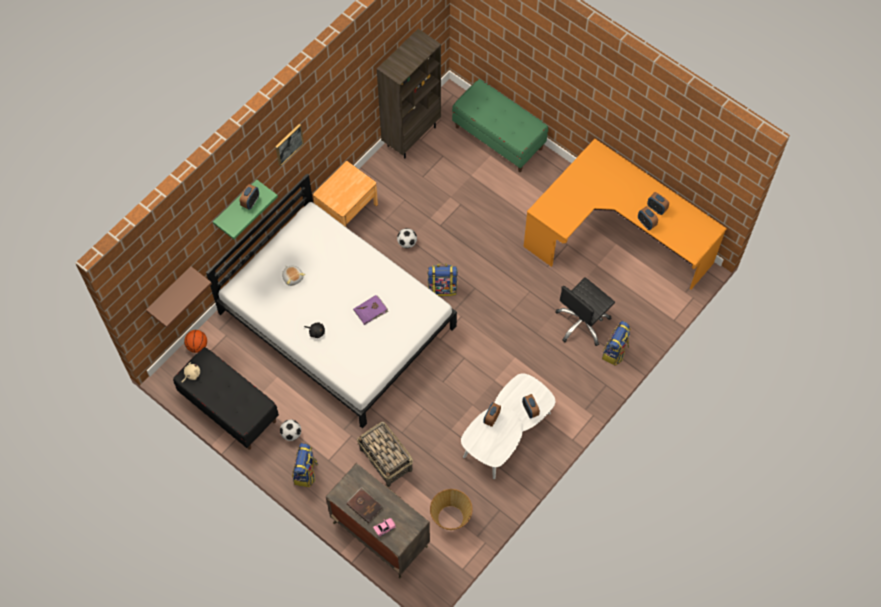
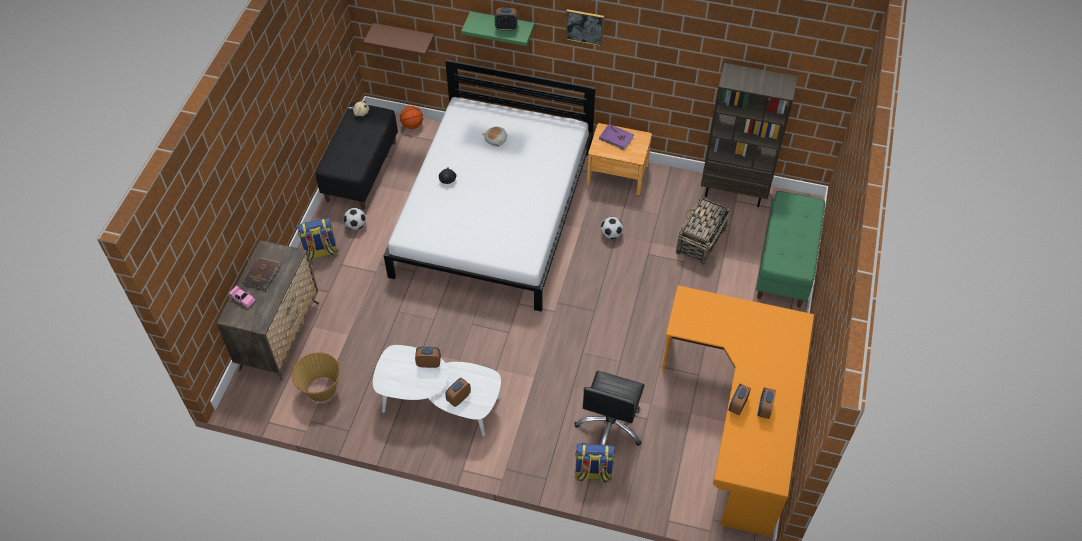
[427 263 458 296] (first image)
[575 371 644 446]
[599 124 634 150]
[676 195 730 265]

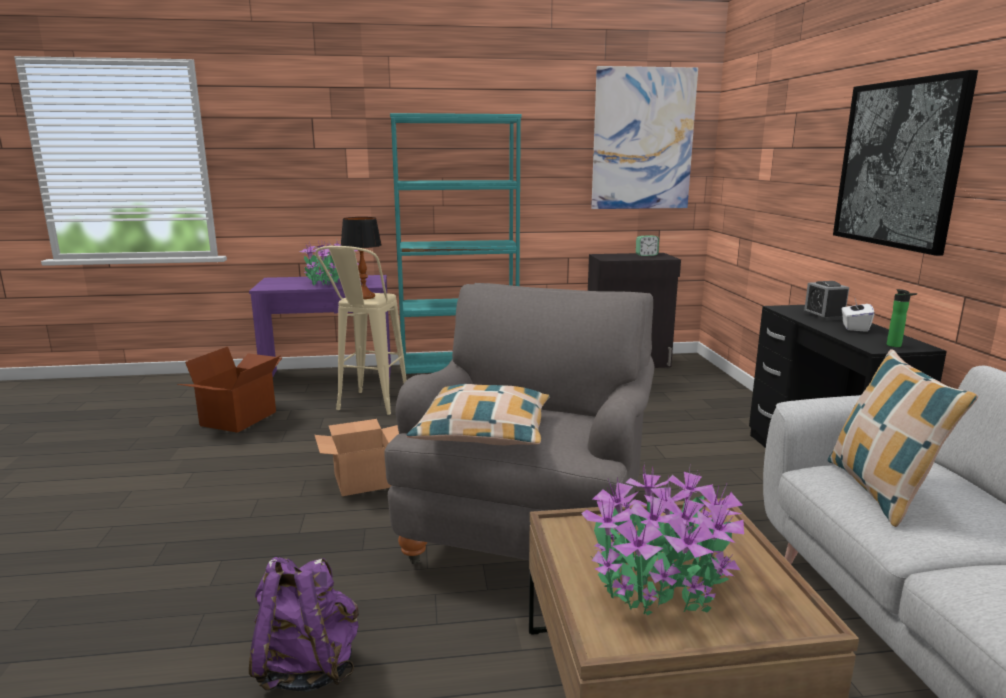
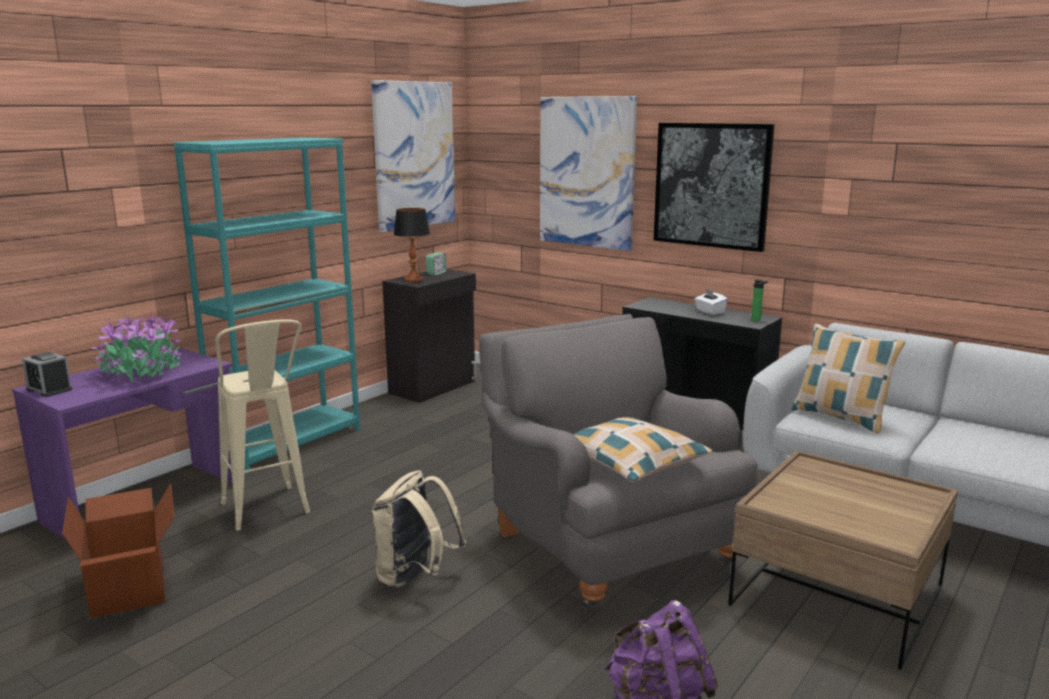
[394 208 430 282]
[22 352 72 397]
[372 470 466 589]
[581 465 744 615] (first image)
[540 96 637 251]

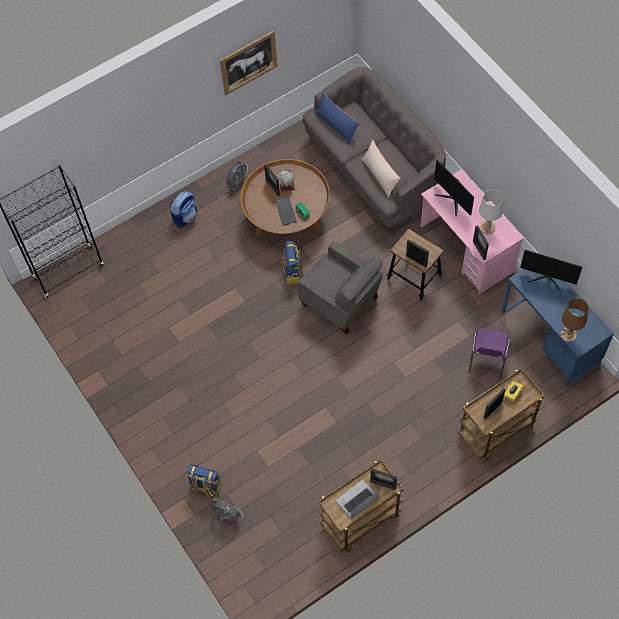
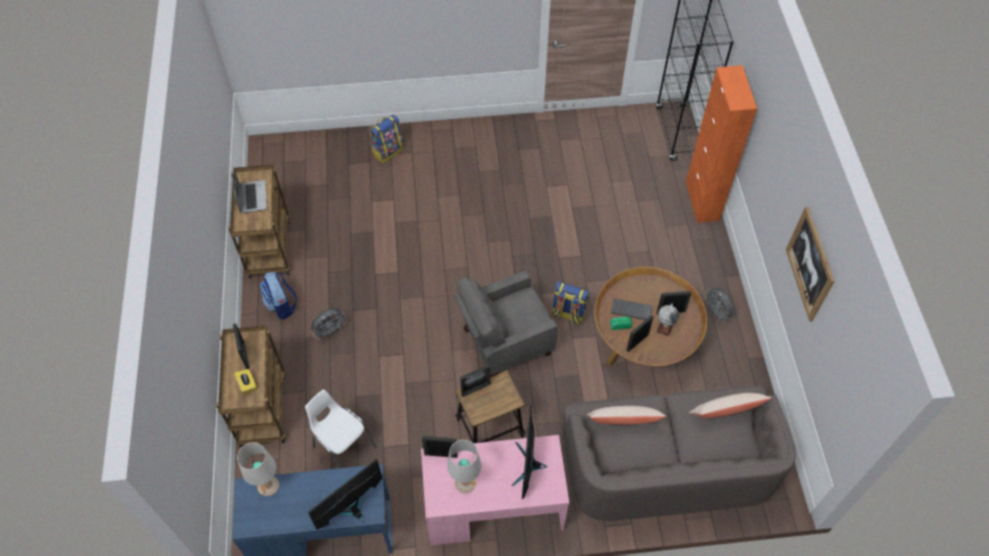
[689 393 772 418]
[511 405 547 499]
[260 272 297 319]
[237 443 279 496]
[305 390 376 468]
[626 315 653 352]
[311 308 347 339]
[686 65 757 223]

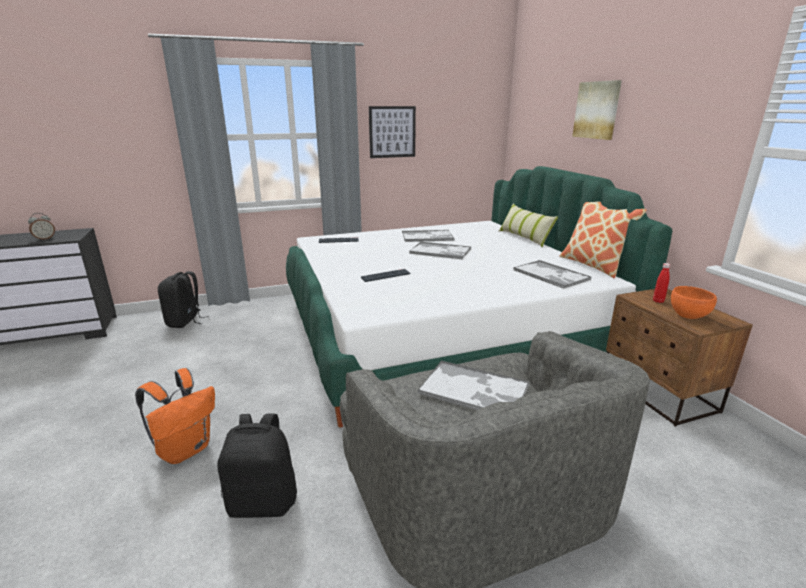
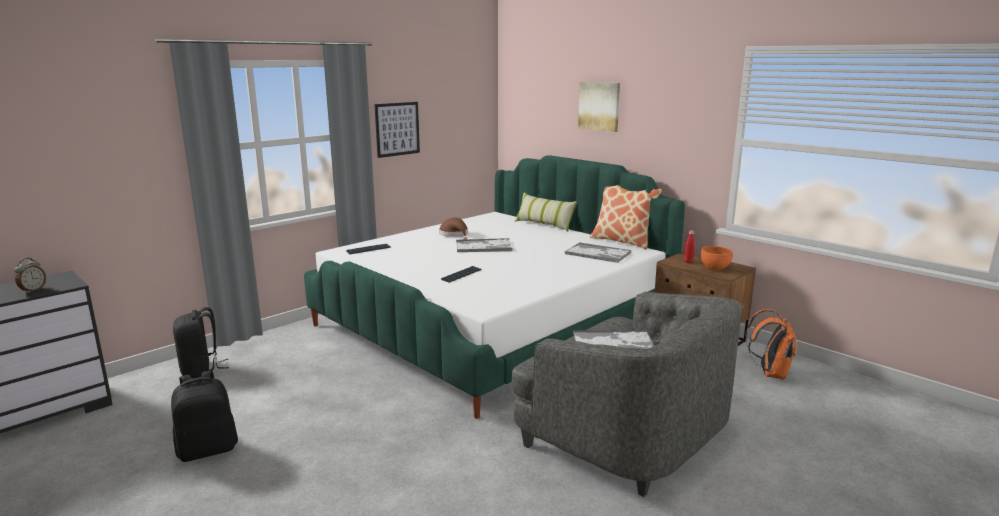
[439 217 468 240]
[745 309 797 380]
[171 371 238 462]

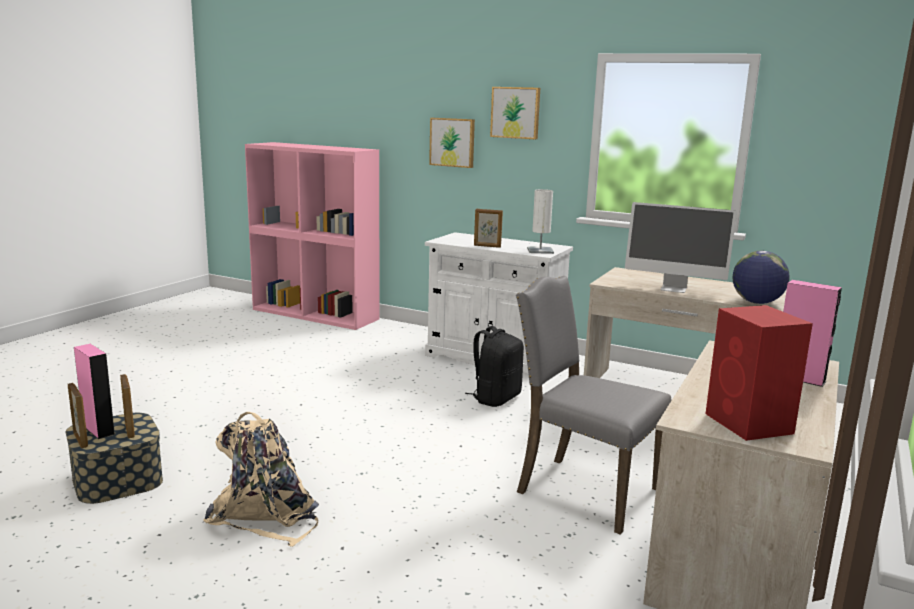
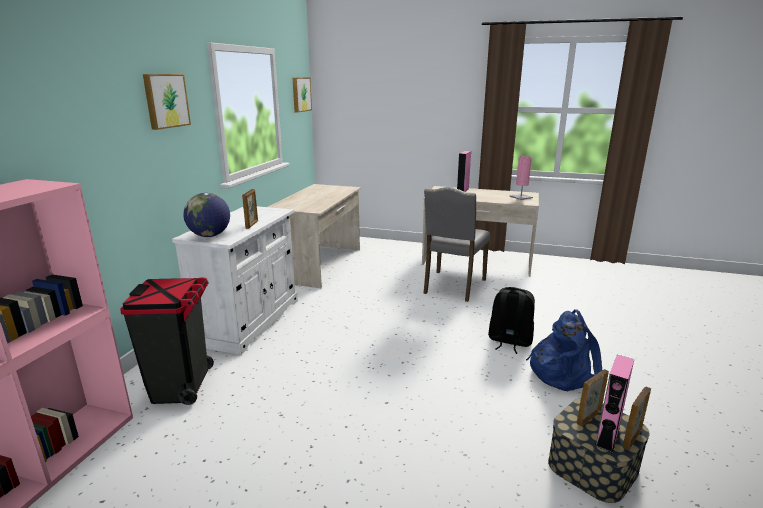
[292 77 312 112]
[527 189 554 254] (first image)
[625 202 737 293] (first image)
[183 193 230 237]
[509 156 533 200]
[488 287 535 354]
[526 310 602 391]
[120 277 214 405]

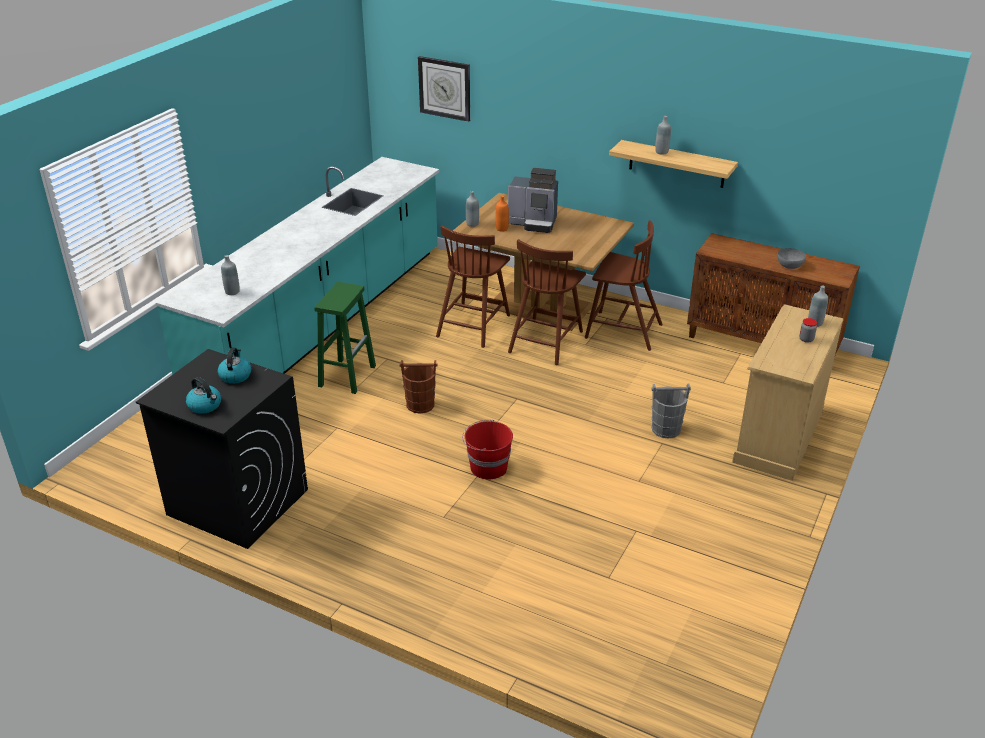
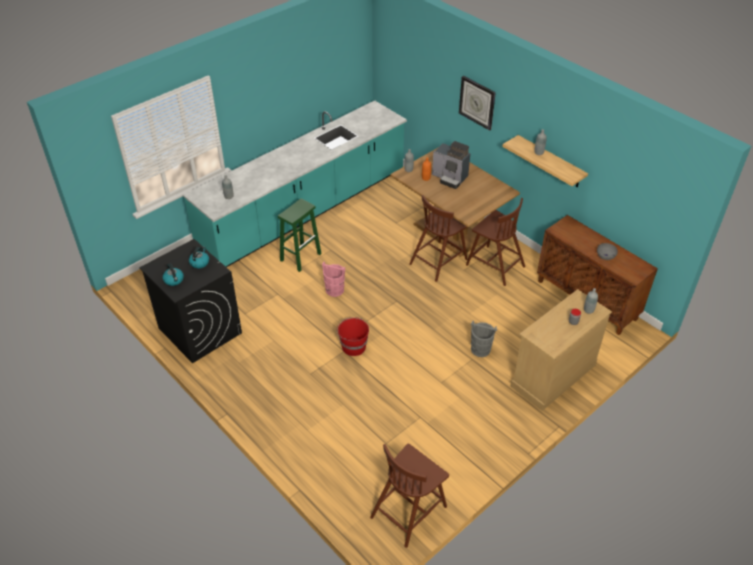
[459 76 496 131]
[370 444 449 548]
[322 262 346 297]

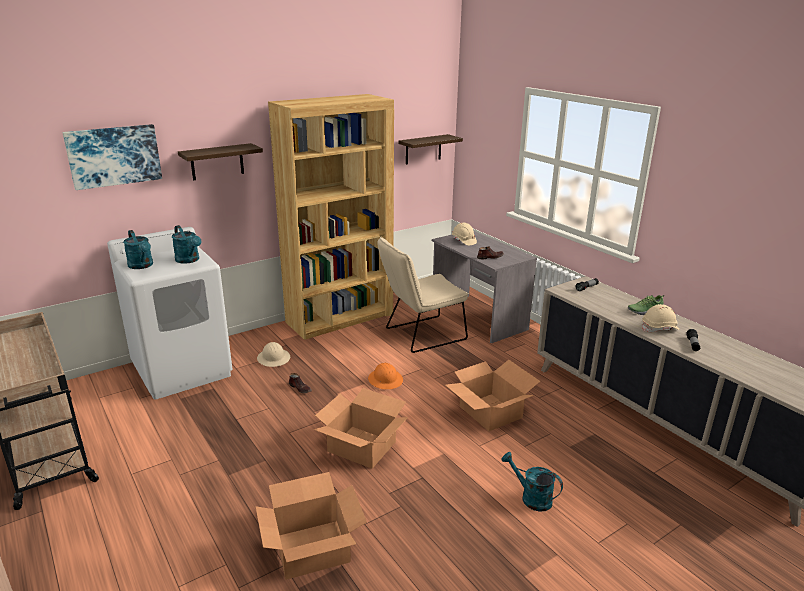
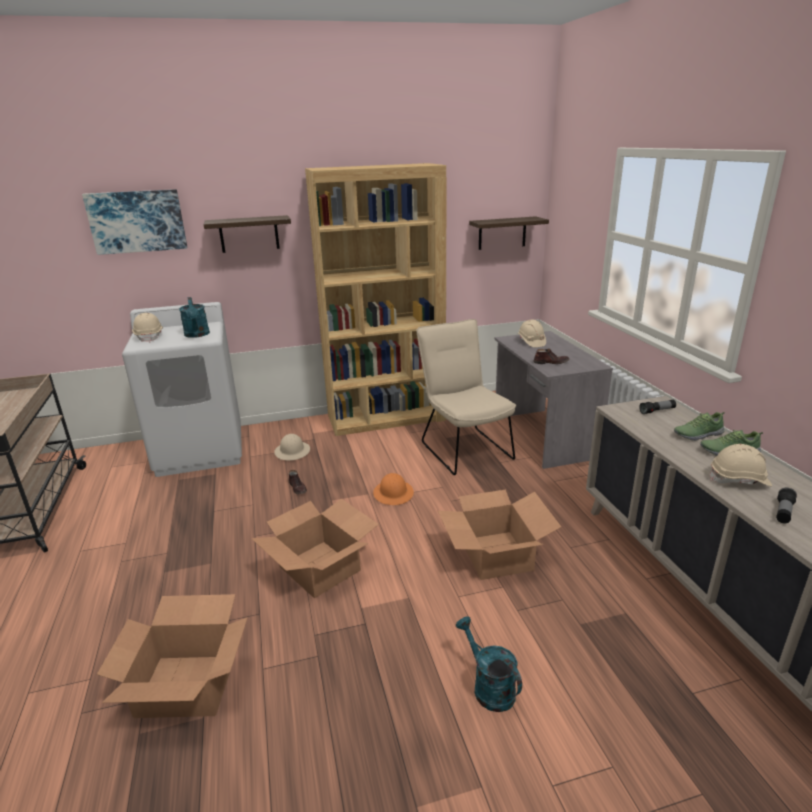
[132 313 163 342]
[416 319 516 475]
[674 412 725 441]

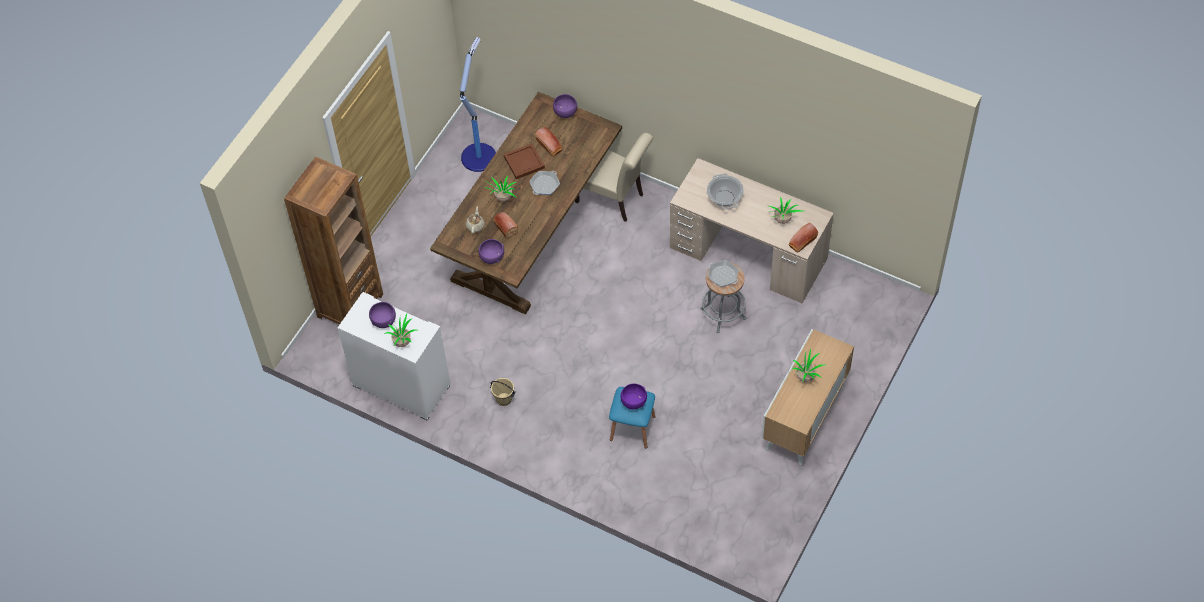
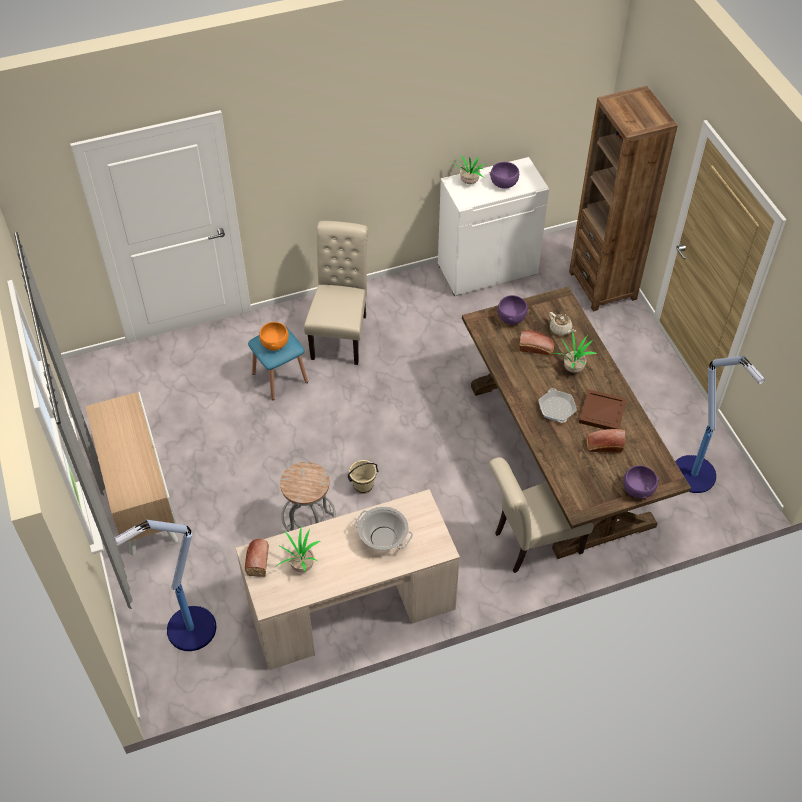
[708 260 738 287] (first image)
[792 347 825 382] (first image)
[348 460 378 494]
[259 322 289 351]
[304 221 368 365]
[114 520 216 651]

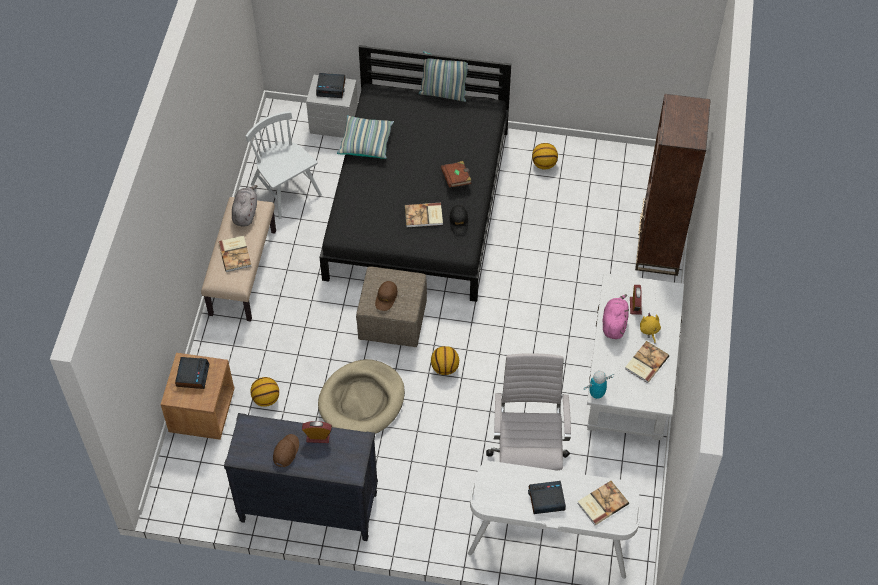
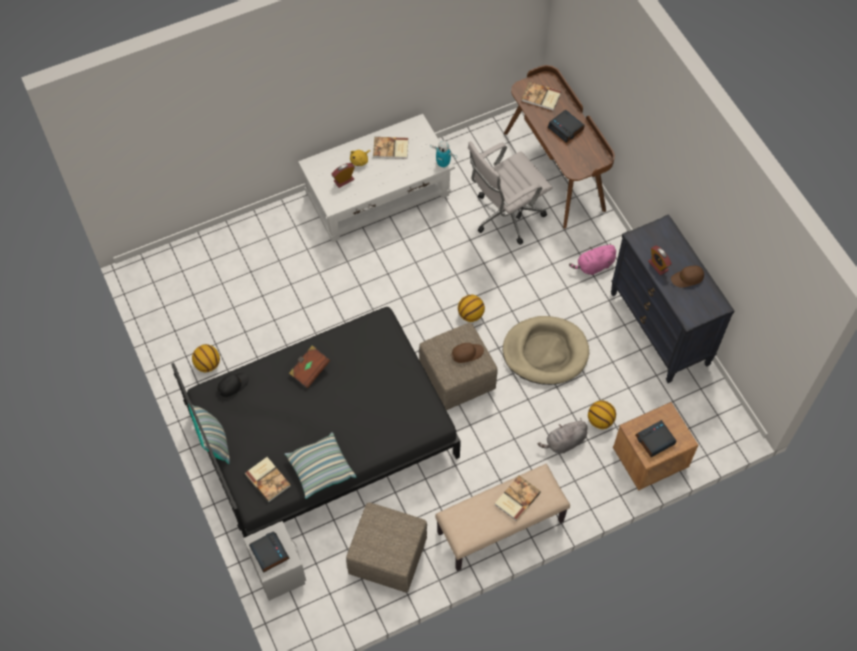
[635 94 711 276] (first image)
[346 503 427 593]
[538 418 588 454]
[245 457 291 502]
[218 373 249 397]
[569 243 616 275]
[504 65 615 228]

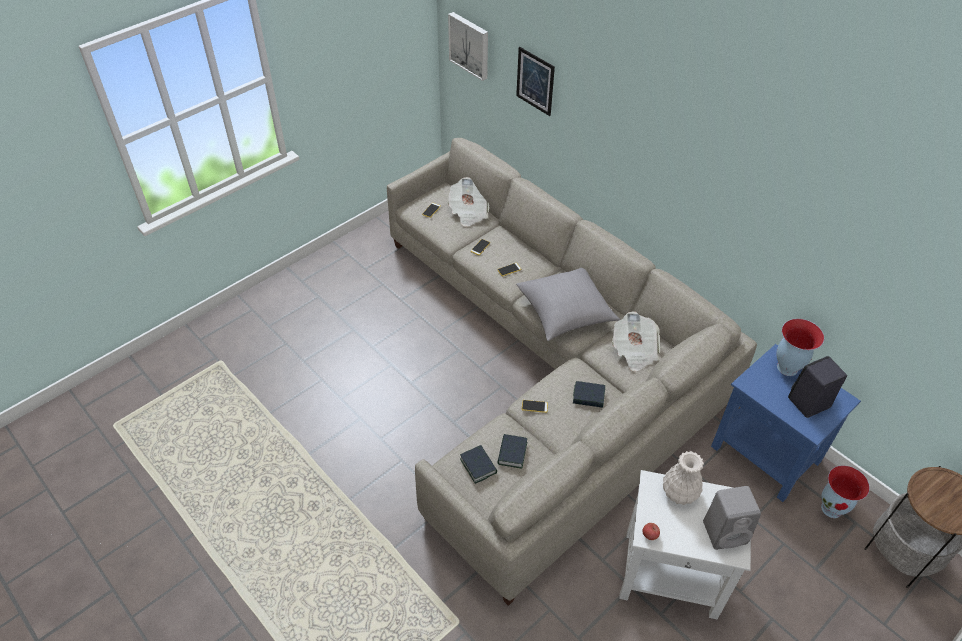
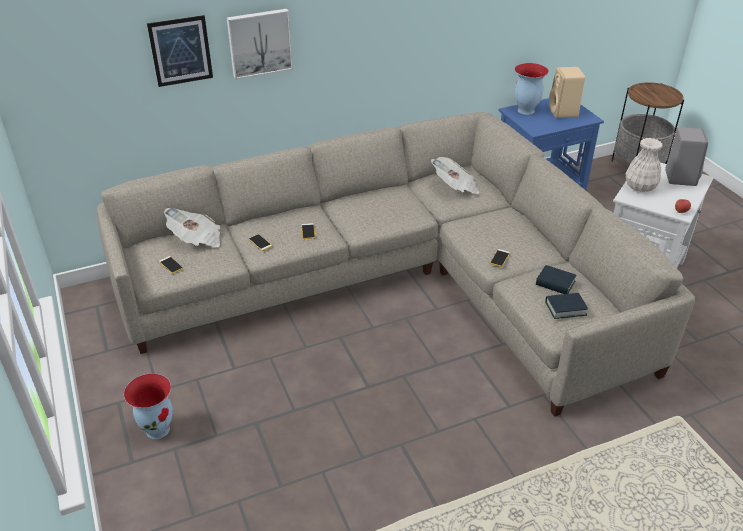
[227 9 293 80]
[516 268 620 341] (first image)
[549 67 585 118]
[573 381 605 408] (first image)
[124 373 173 439]

